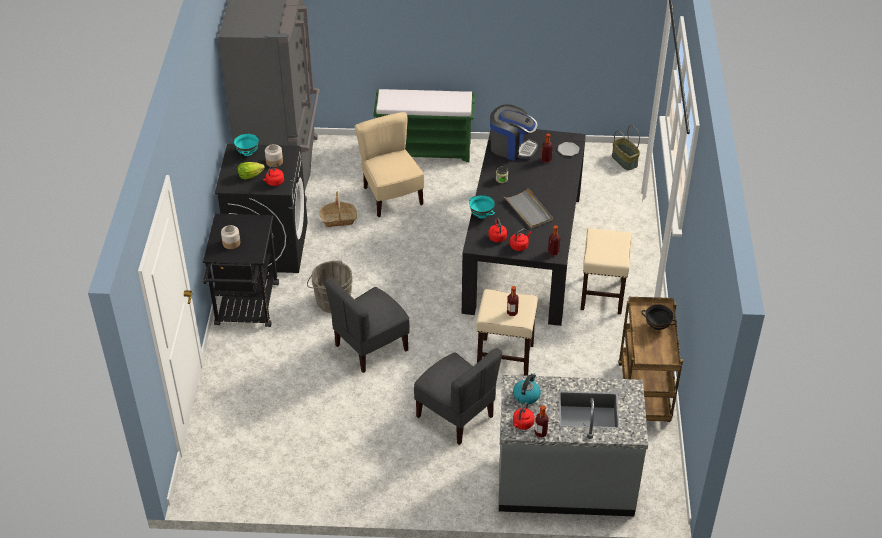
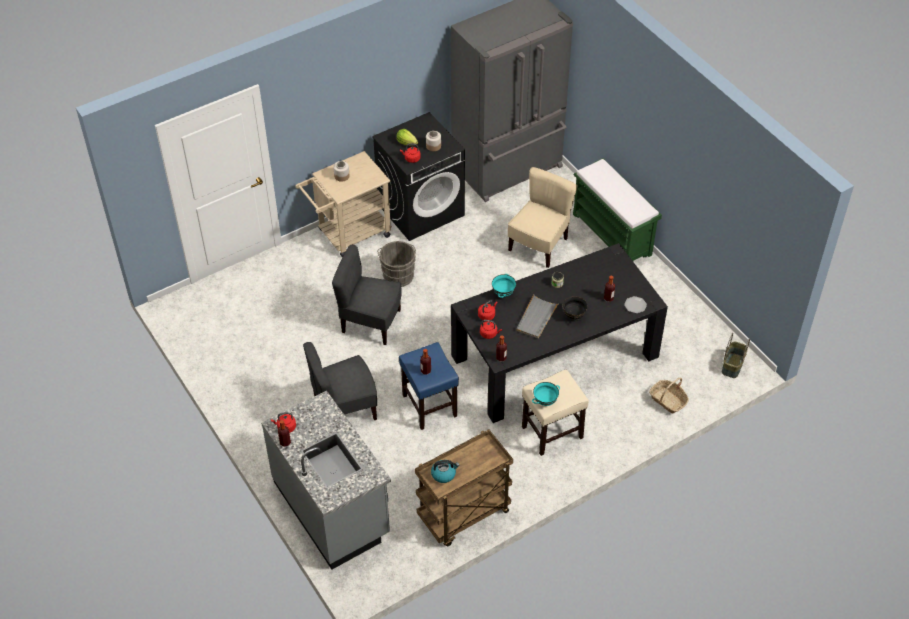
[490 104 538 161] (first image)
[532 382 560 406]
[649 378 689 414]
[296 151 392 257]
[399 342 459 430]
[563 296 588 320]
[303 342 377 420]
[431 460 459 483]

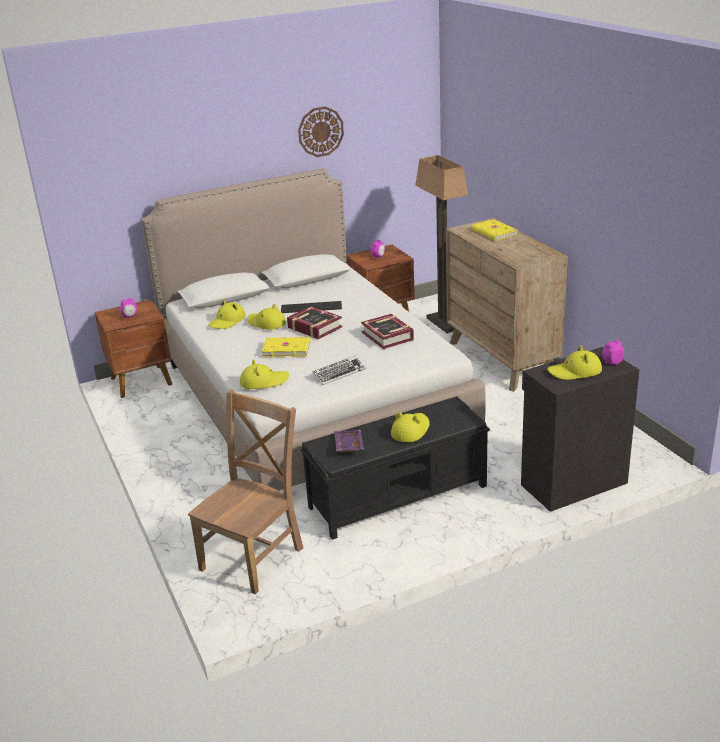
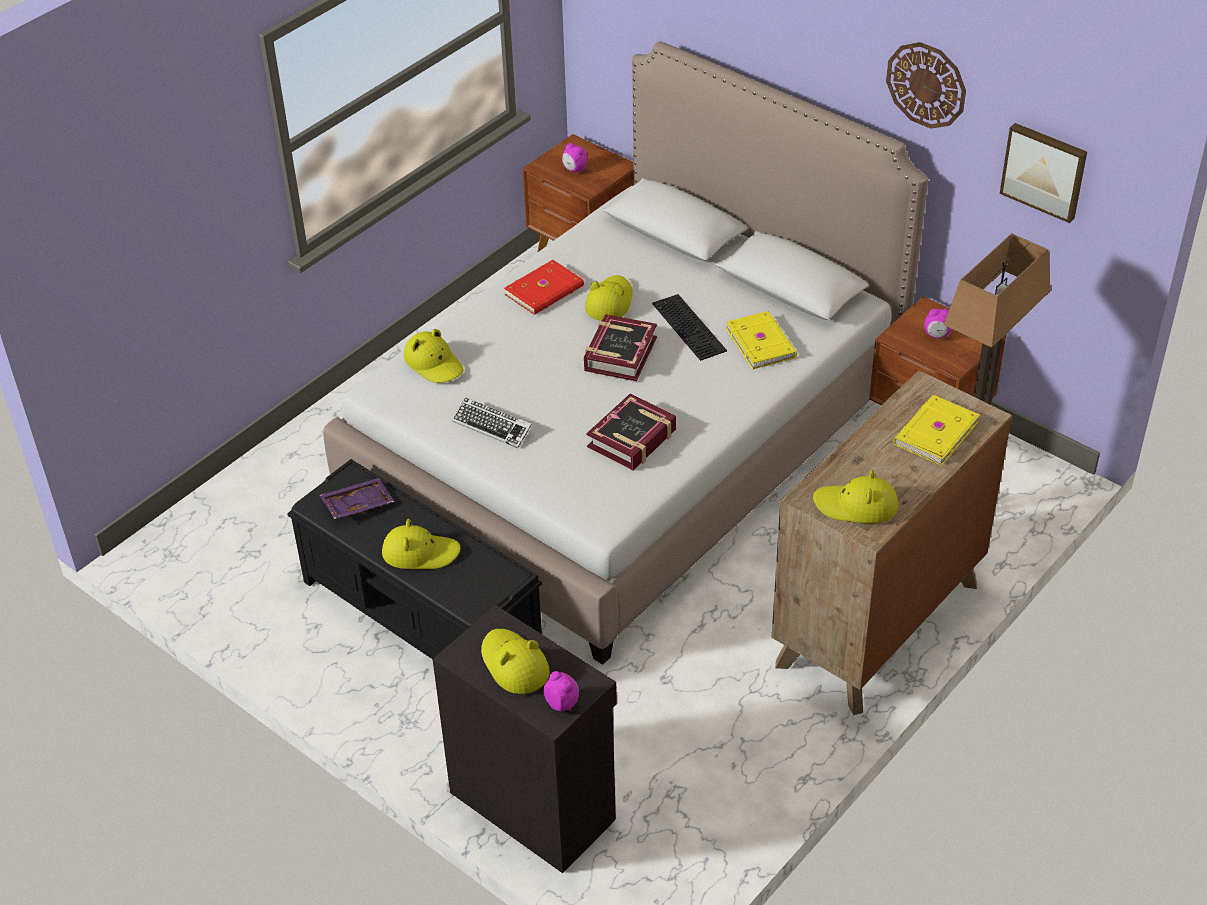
[813 470 898 523]
[726 311 797 370]
[188 389 304 594] (first image)
[1000 123 1087 223]
[504 260 584 315]

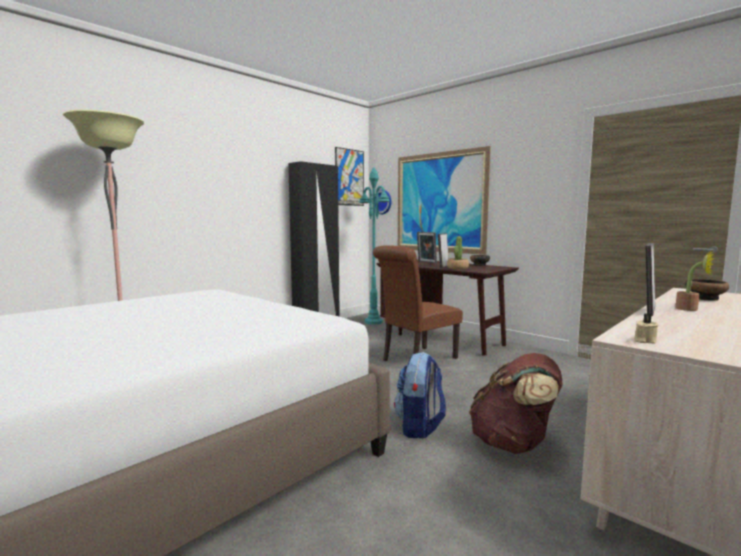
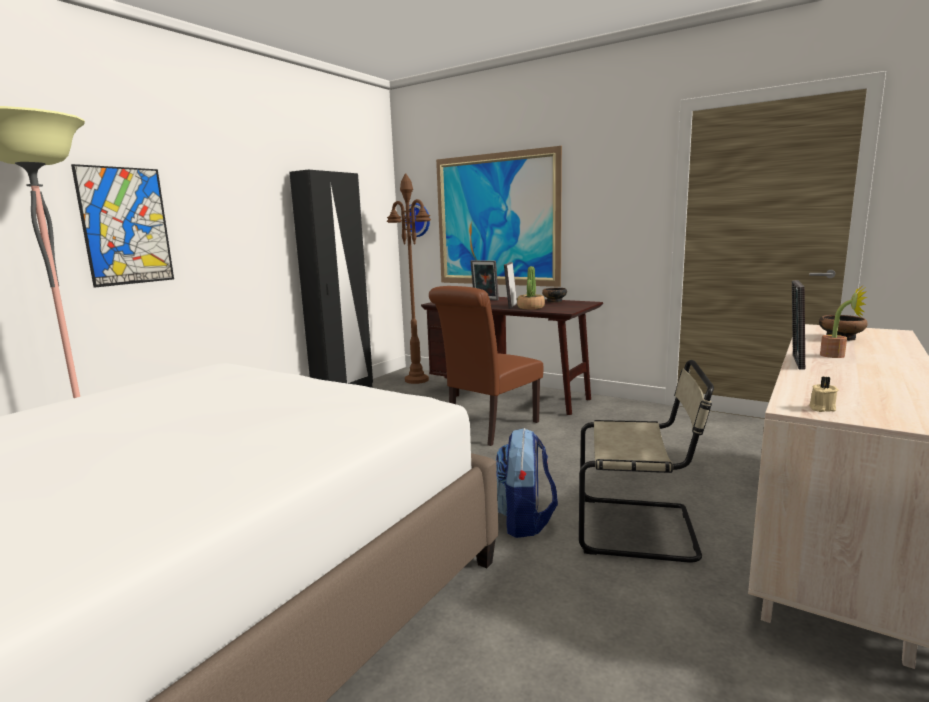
[71 164 174 288]
[387 173 431 384]
[579 360 714 563]

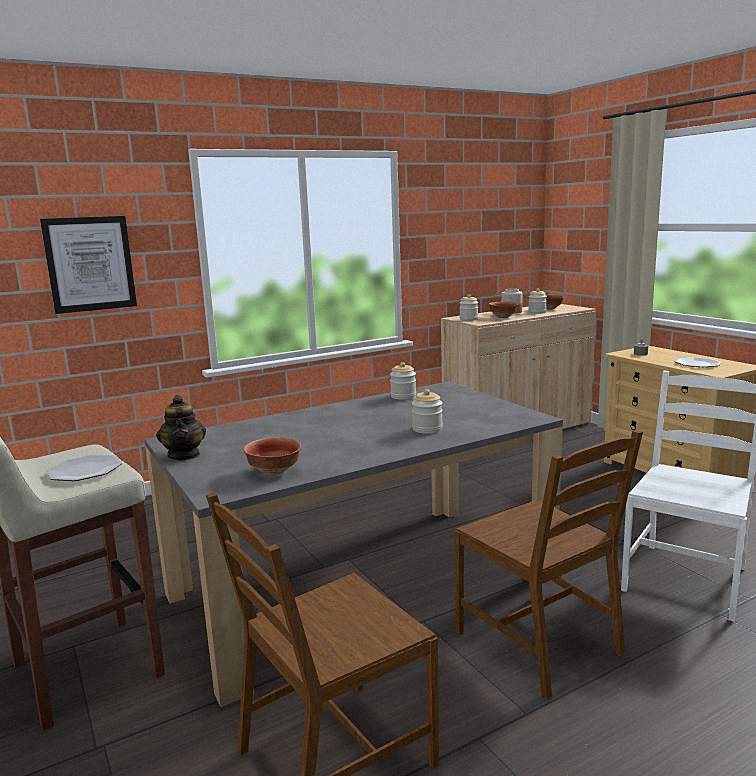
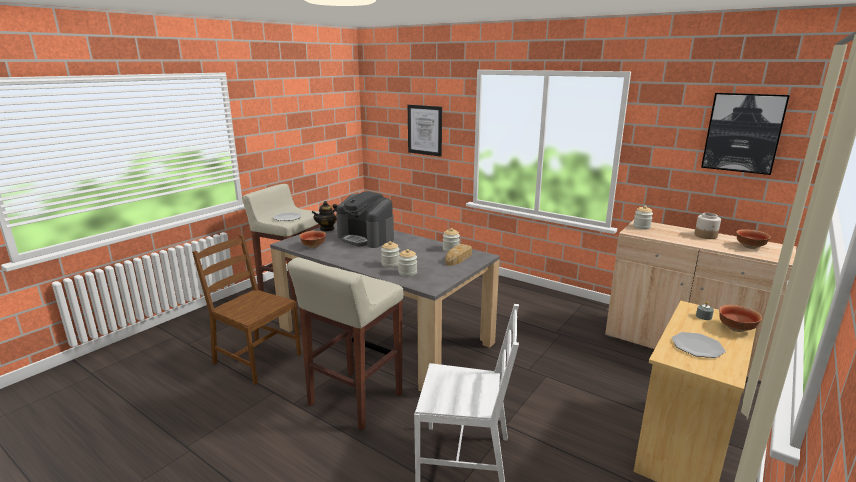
[398 249 417 276]
[719 305 762 332]
[287 257 404 431]
[701 93 790 175]
[336 191 394 248]
[445 244 472 266]

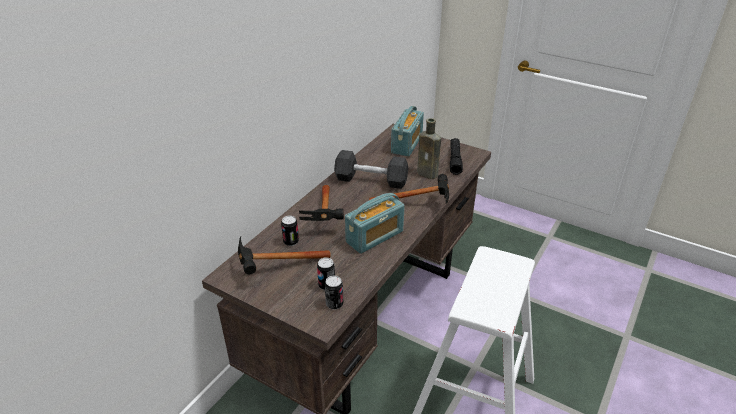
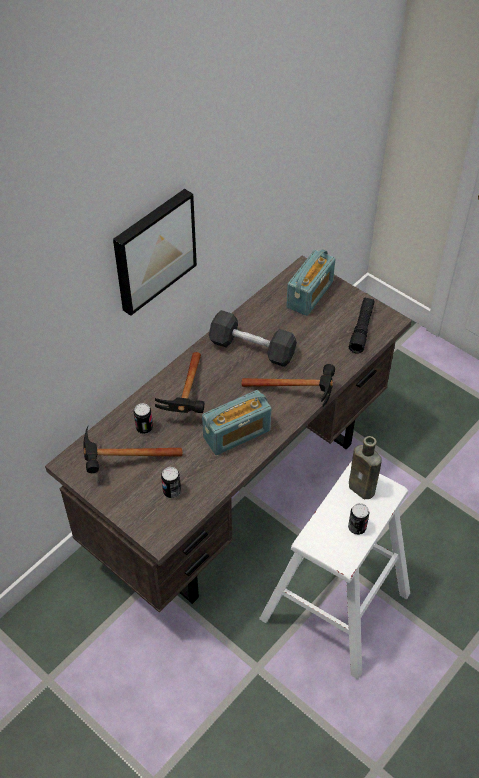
[349 436 381 499]
[348 503 369 535]
[113 189 197 316]

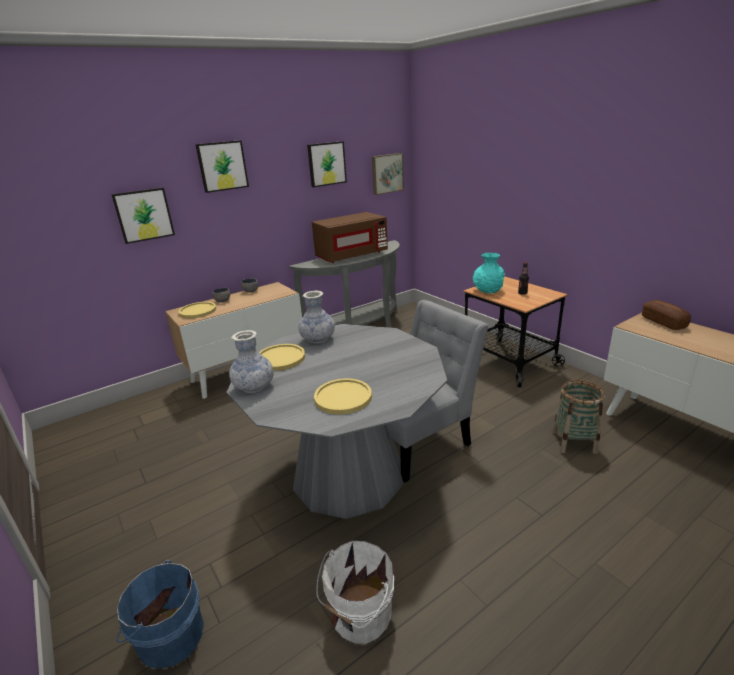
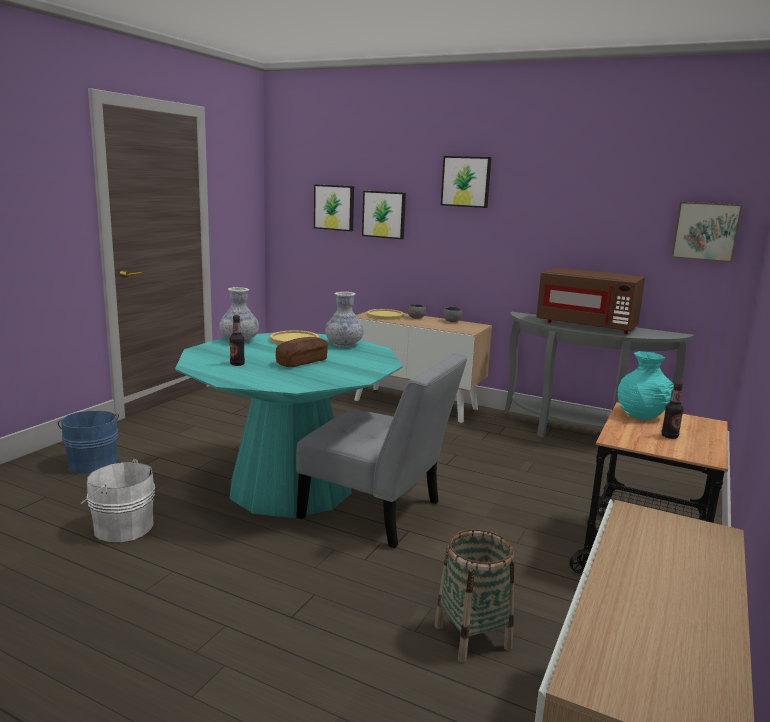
[314 184 354 231]
[276 337 328 367]
[175 332 403 518]
[229 315 245 366]

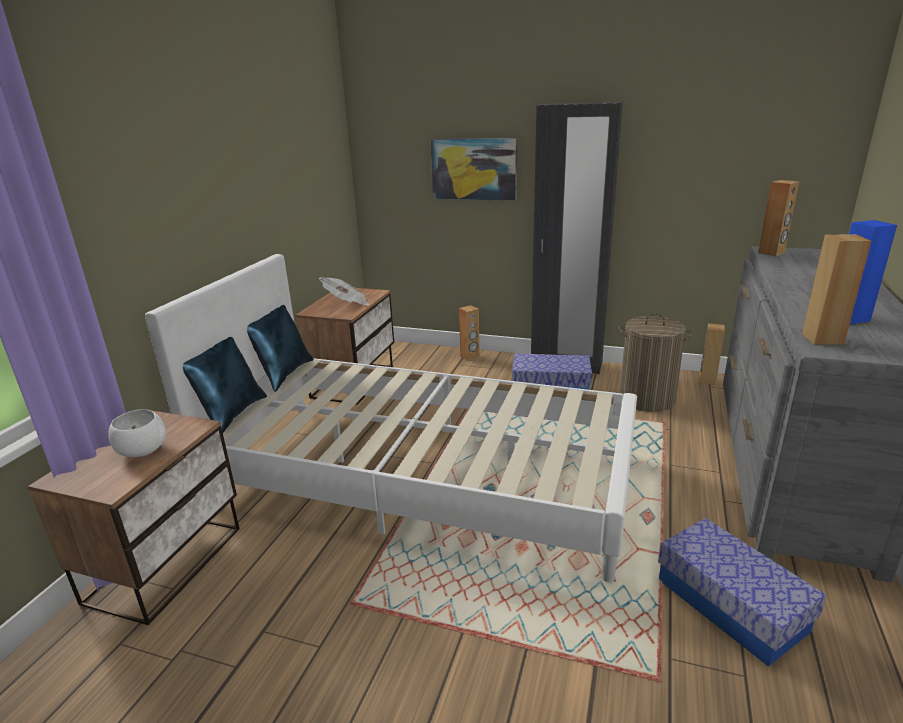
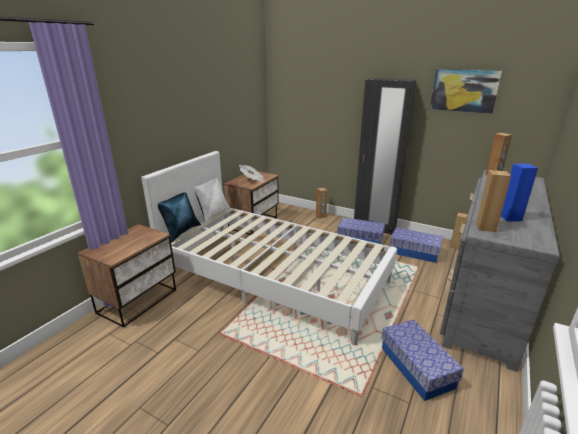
[430 69 502 114]
[195 178 230 223]
[390 227 443 263]
[108 409 166 457] (first image)

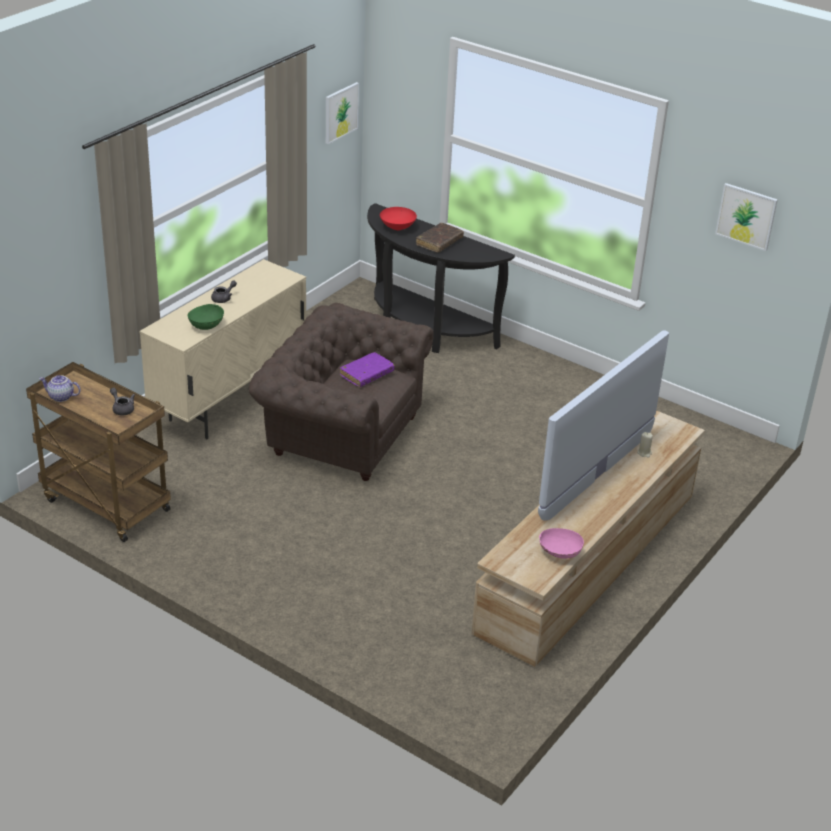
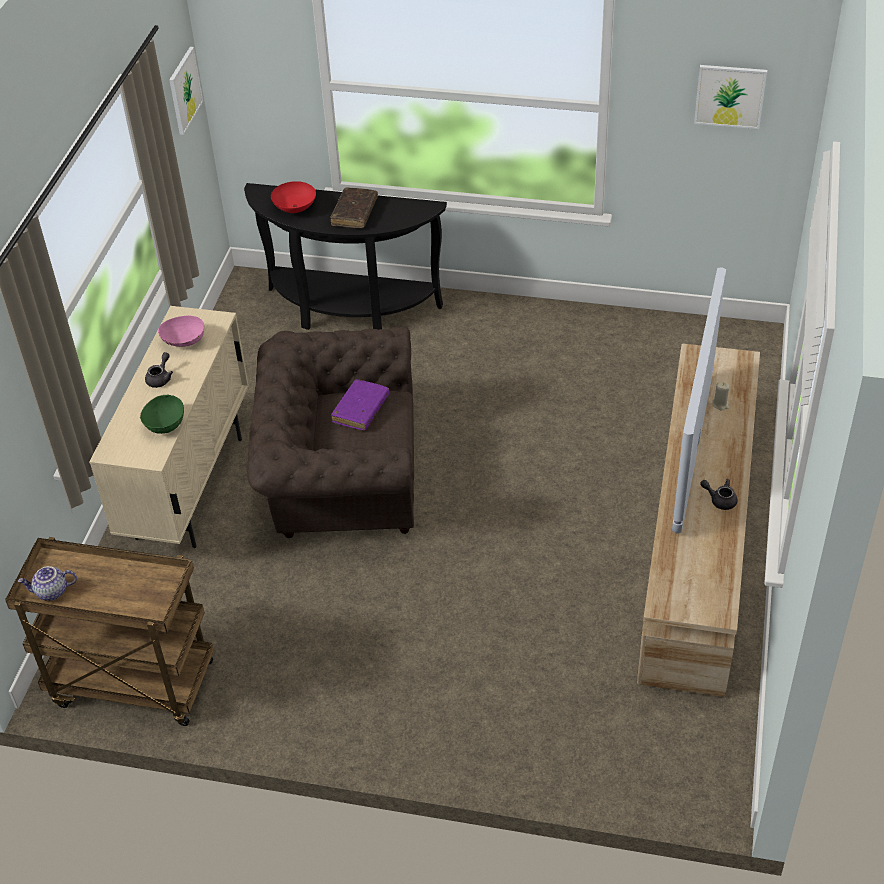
[700 479 737 510]
[158 315 204 347]

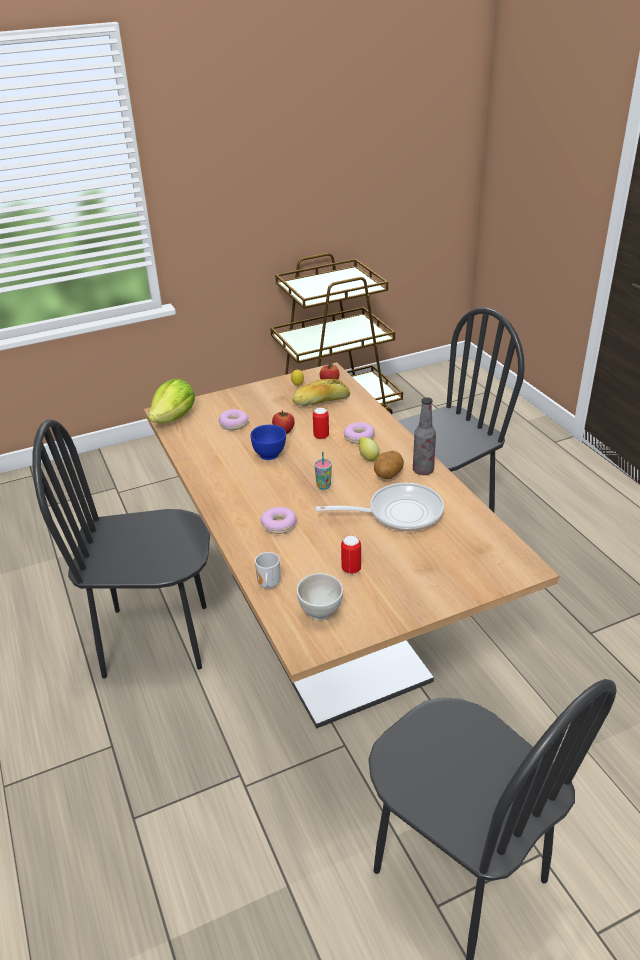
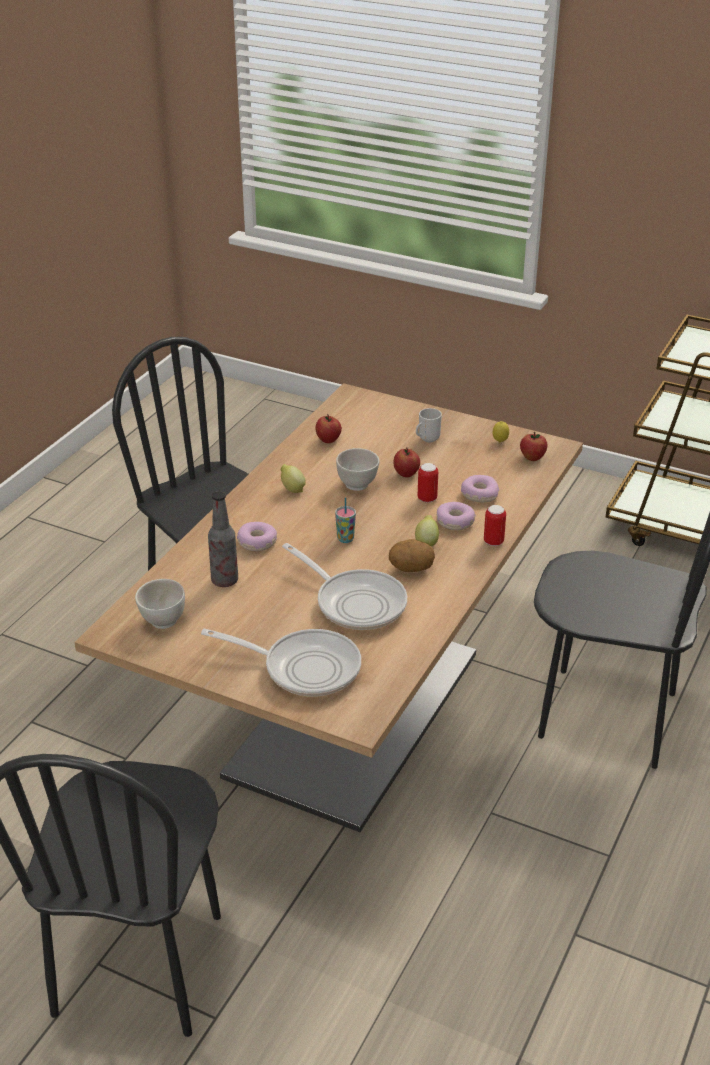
[148 379 195 424] (first image)
[292 379 350 406] (first image)
[208 491 238 587]
[461 475 499 502]
[336 448 379 491]
[484 505 506 546]
[416 408 442 443]
[315 414 342 443]
[281 464 306 493]
[201 629 361 696]

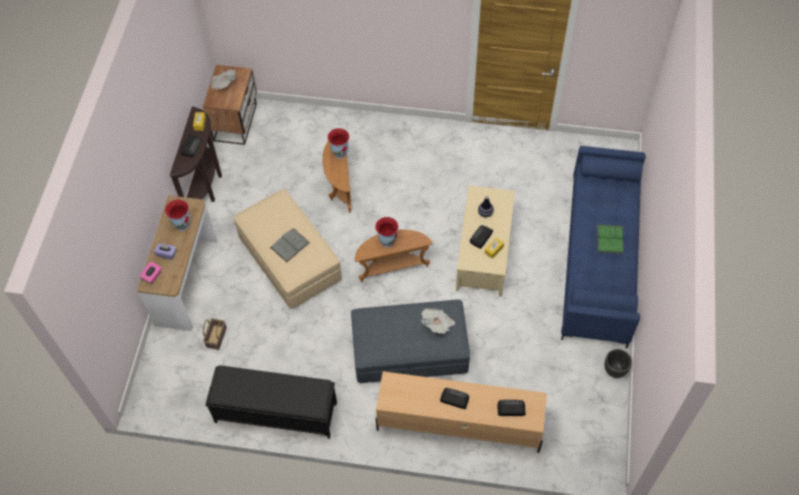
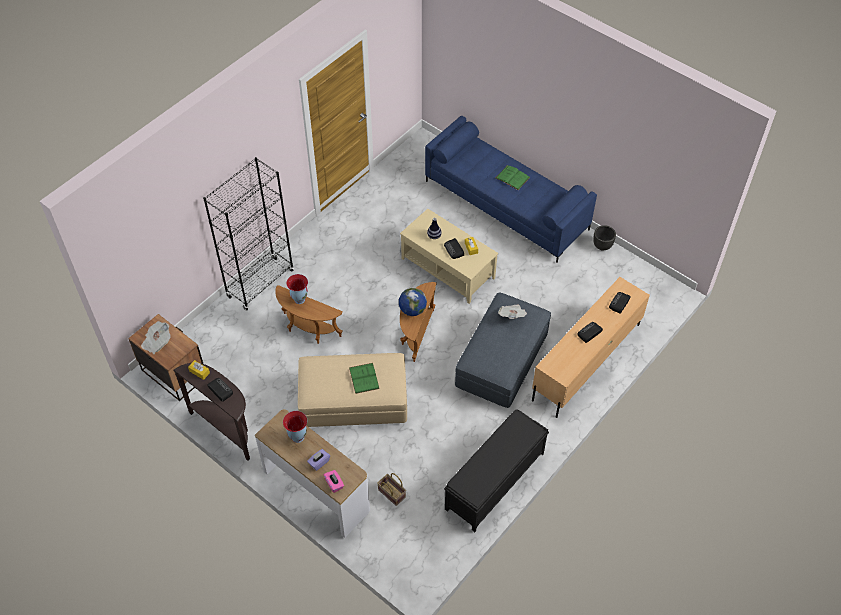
[399 288 427 316]
[349 363 380 394]
[203 157 294 311]

